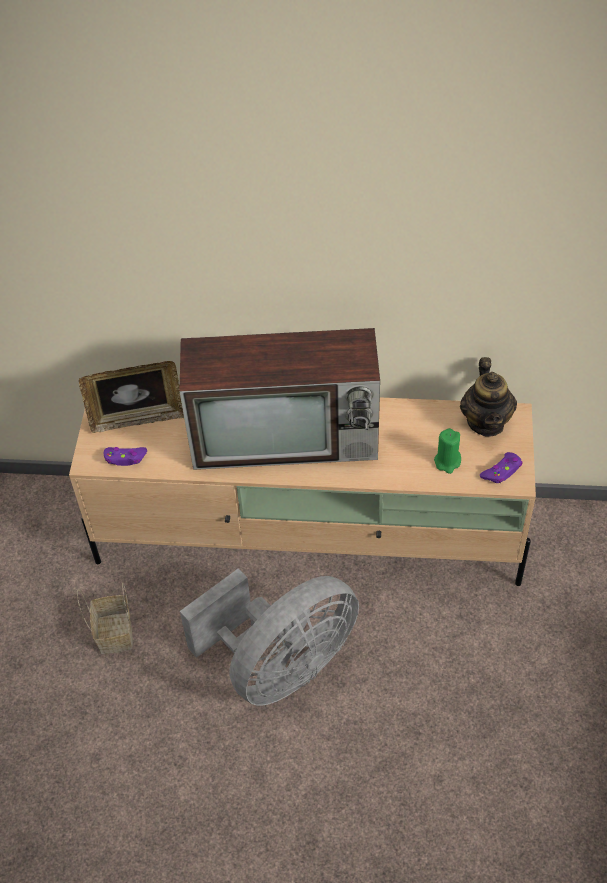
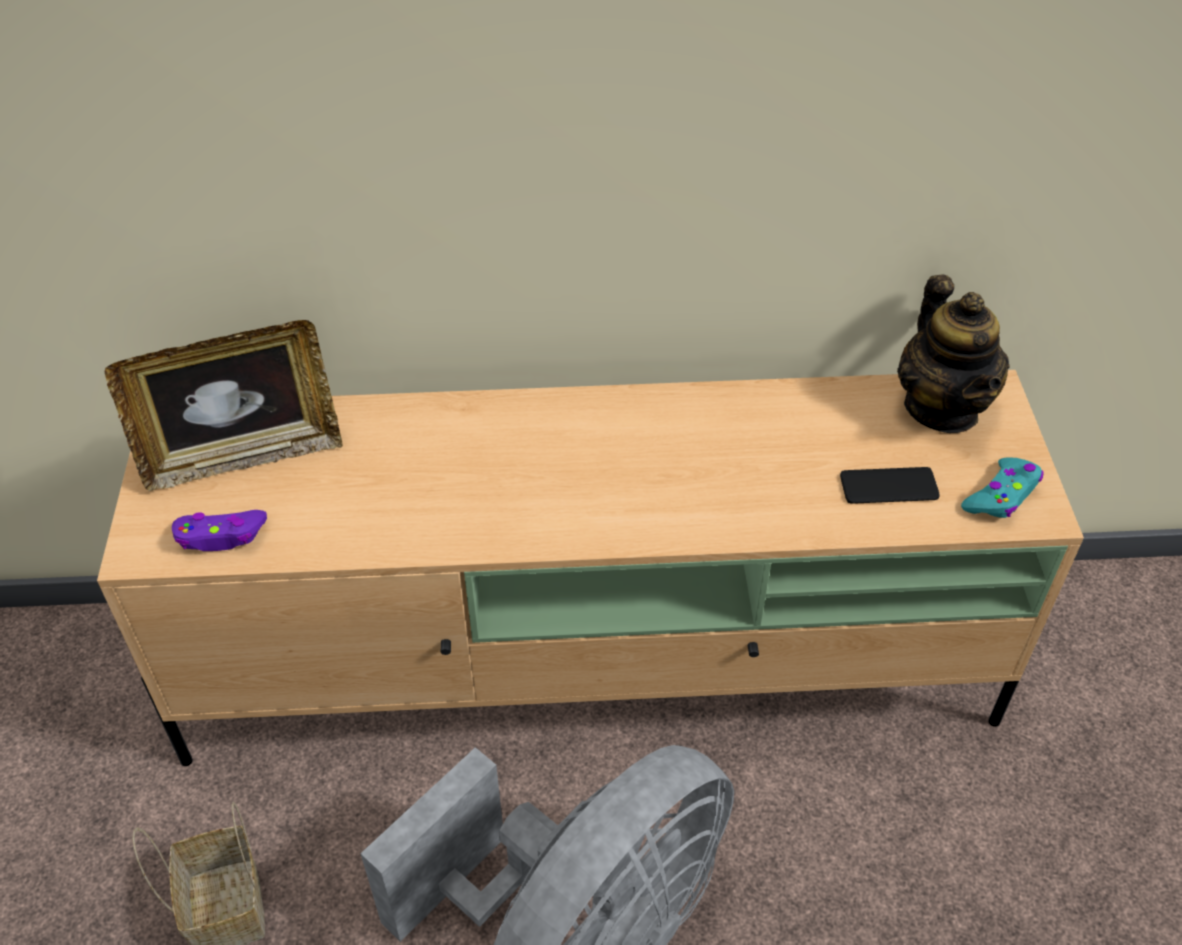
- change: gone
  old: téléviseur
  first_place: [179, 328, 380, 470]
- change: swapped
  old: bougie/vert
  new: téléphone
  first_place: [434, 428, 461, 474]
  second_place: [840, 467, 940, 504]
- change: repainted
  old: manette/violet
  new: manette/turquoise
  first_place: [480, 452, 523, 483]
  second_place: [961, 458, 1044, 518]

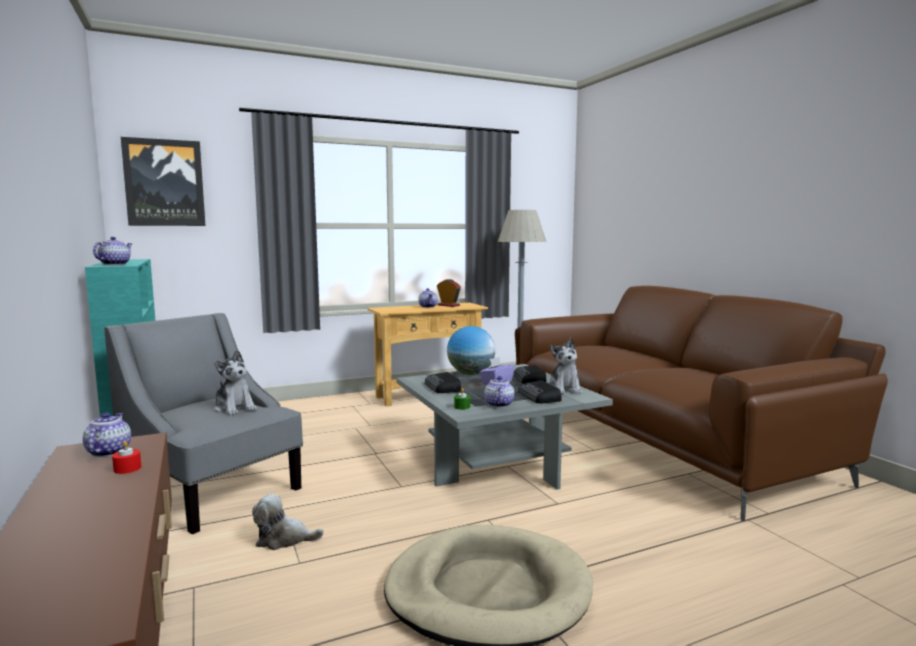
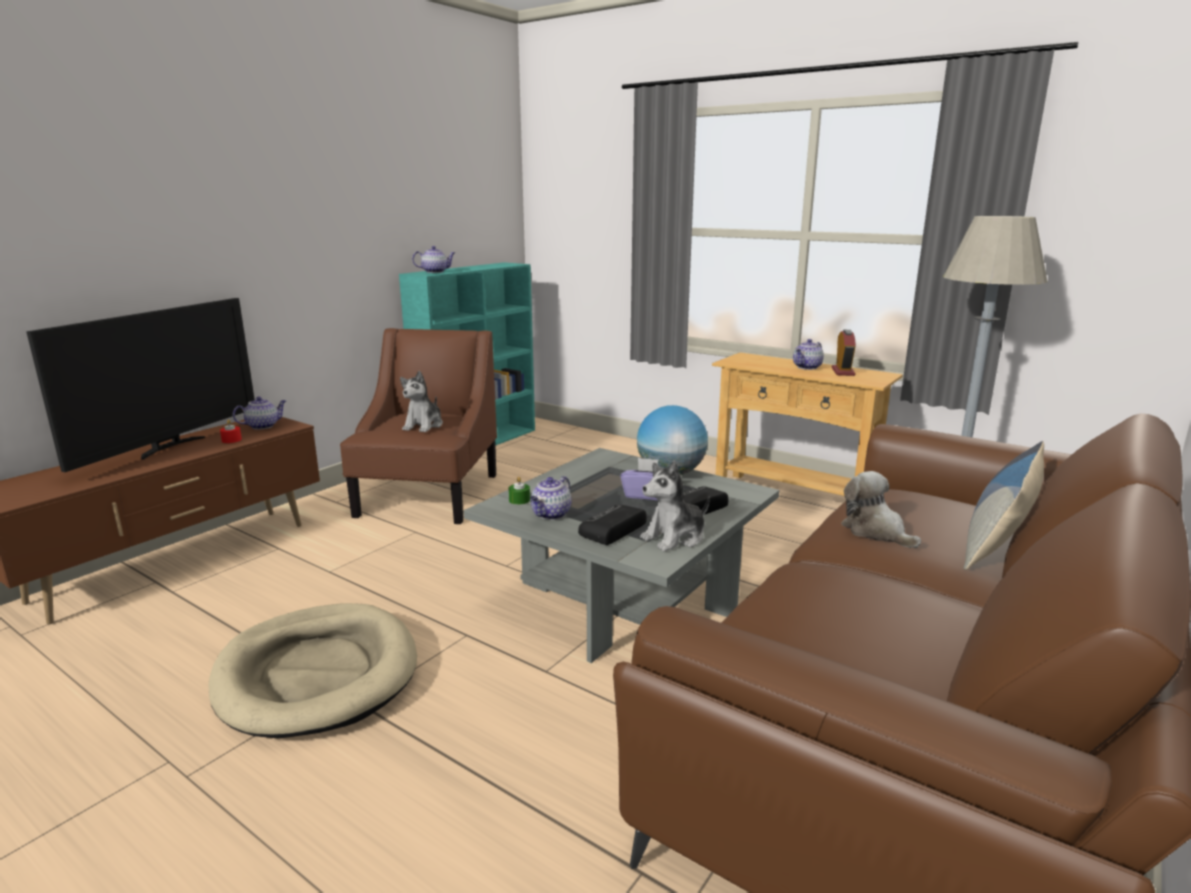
- change: gone
  old: tableau
  first_place: [121, 137, 206, 226]
- change: gone
  old: radio
  first_place: [425, 372, 461, 393]
- change: new
  new: téléviseur
  second_place: [26, 298, 255, 472]
- change: new
  new: coussin
  second_place: [964, 441, 1044, 570]
- change: shifted
  old: peluche
  first_place: [252, 494, 324, 550]
  second_place: [841, 471, 921, 548]
- change: repainted
  old: fauteuil/gris
  new: fauteuil/marron
  first_place: [104, 313, 303, 534]
  second_place: [340, 328, 497, 524]
- change: rotated
  old: théière
  first_place: [484, 376, 514, 407]
  second_place: [530, 476, 571, 520]
  degrees: 150

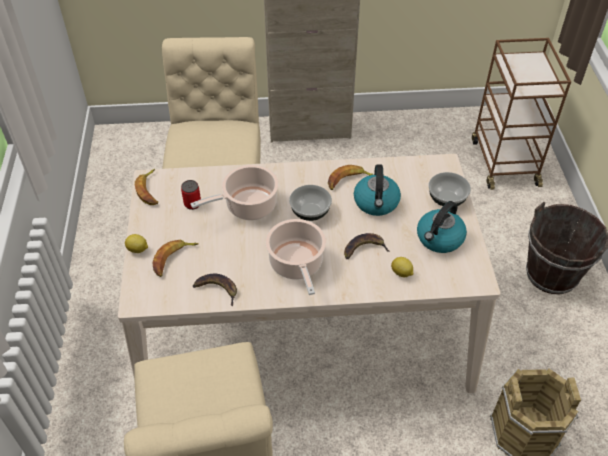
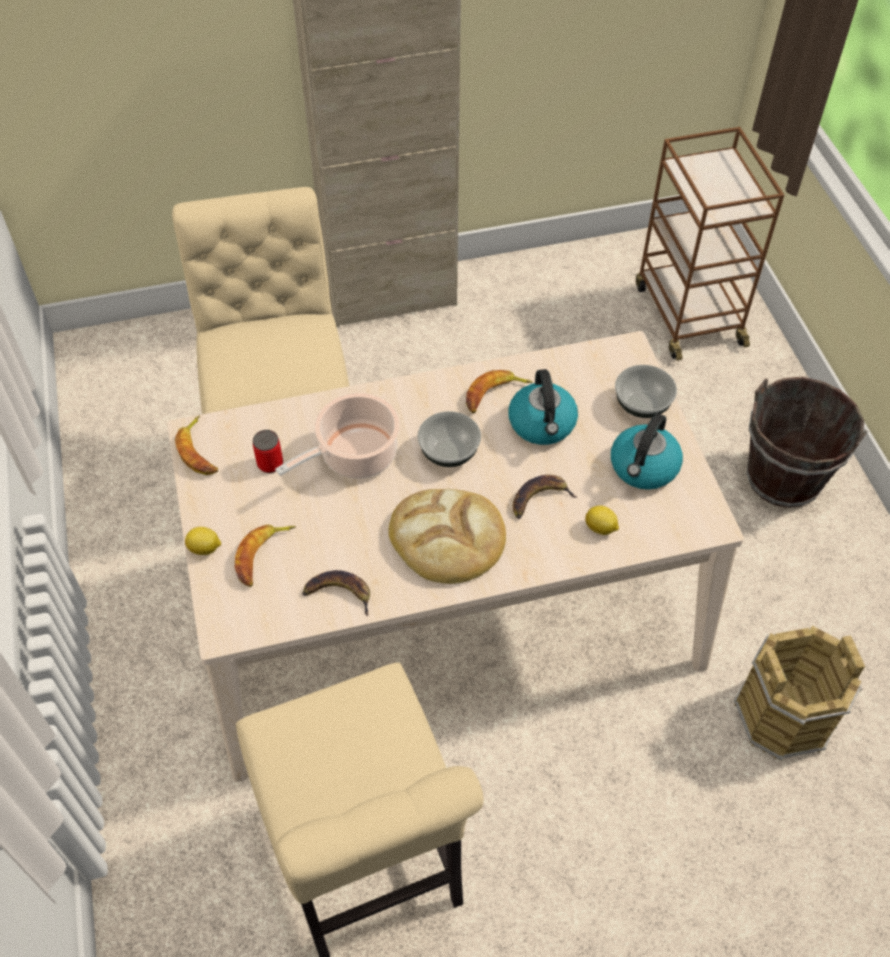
- change: swapped
  old: marmite
  new: pain
  first_place: [266, 219, 326, 295]
  second_place: [389, 489, 506, 584]

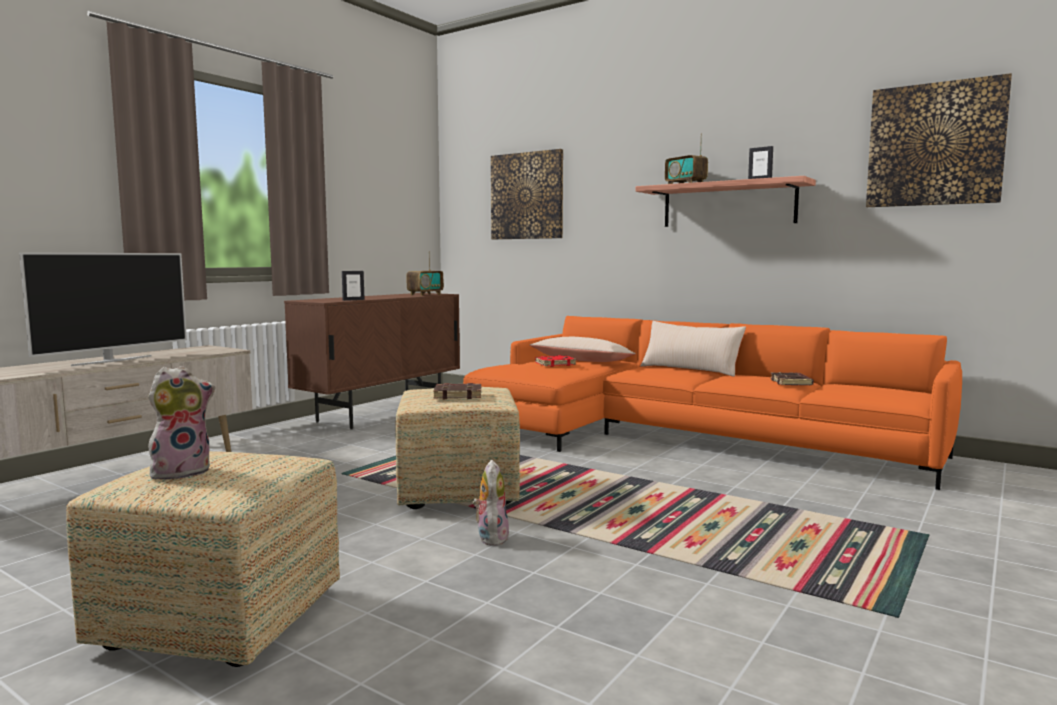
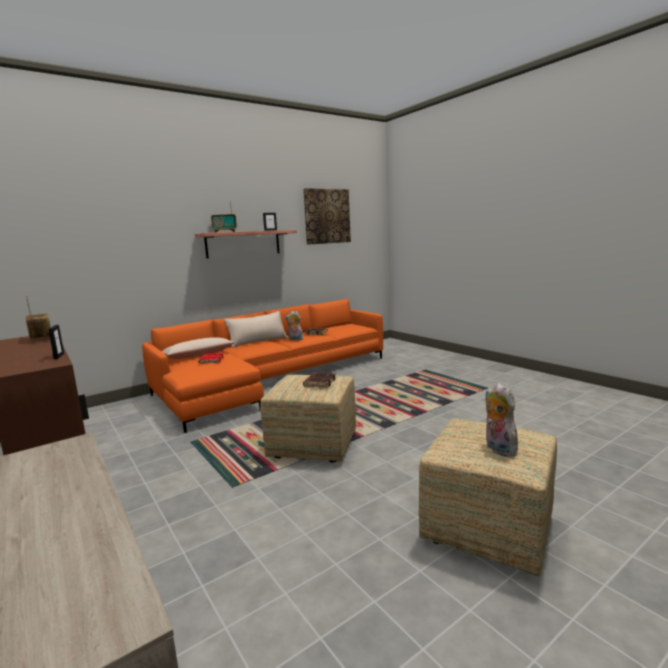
- change: gone
  old: téléviseur
  first_place: [19, 252, 187, 366]
- change: gone
  old: tableau
  first_place: [491, 149, 563, 239]
- change: shifted
  old: peluche
  first_place: [473, 460, 509, 546]
  second_place: [285, 311, 303, 341]

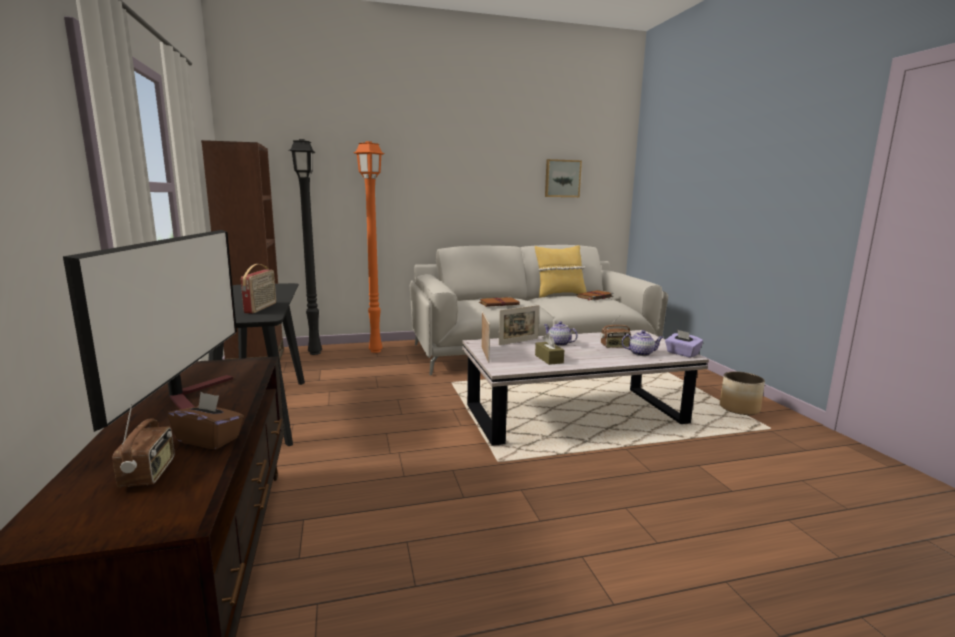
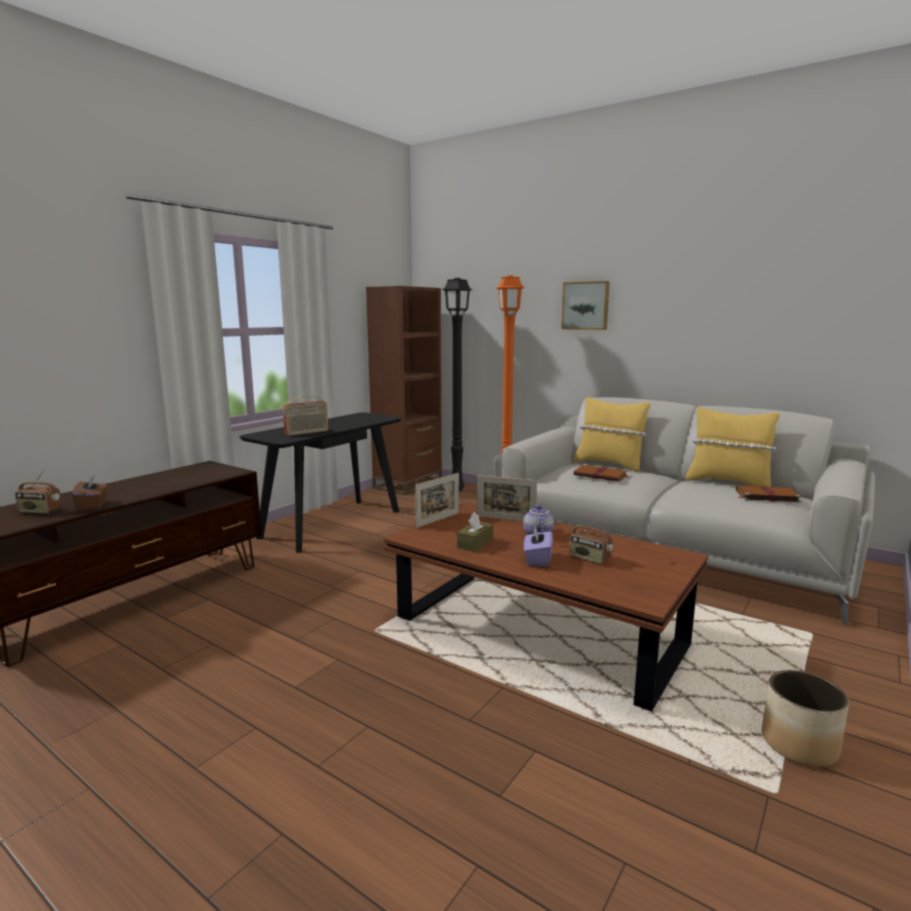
- change: gone
  old: téléviseur
  first_place: [63, 230, 237, 432]
- change: gone
  old: théière
  first_place: [621, 330, 664, 356]
- change: new
  new: coussin/jaune
  second_place: [573, 397, 651, 472]
- change: shifted
  old: tableau
  first_place: [545, 159, 582, 197]
  second_place: [561, 281, 610, 330]
- change: shifted
  old: boîte à mouchoirs/violet
  first_place: [665, 330, 703, 358]
  second_place: [524, 525, 553, 566]
- change: repainted
  old: table basse/blanc
  new: table basse/marron
  first_place: [462, 330, 709, 446]
  second_place: [384, 502, 708, 712]
- change: rotated
  old: radio
  first_place: [112, 404, 175, 487]
  second_place: [15, 469, 62, 514]
  degrees: 60

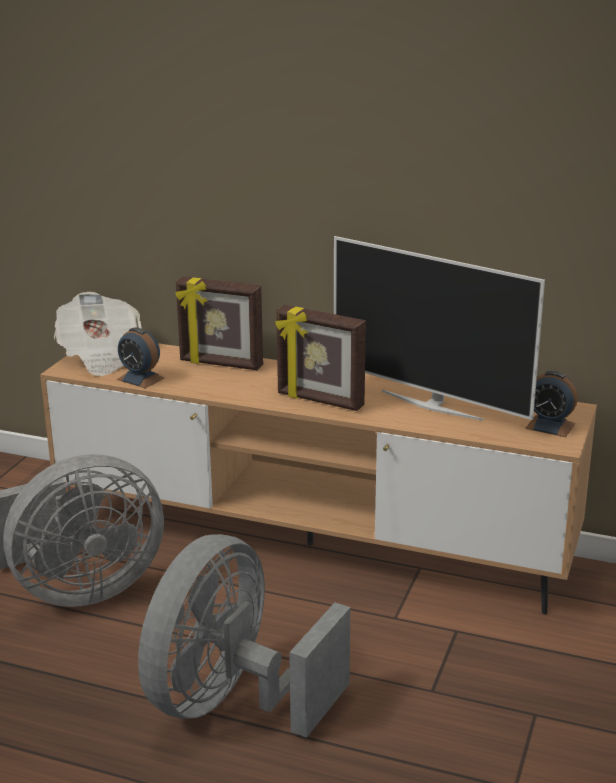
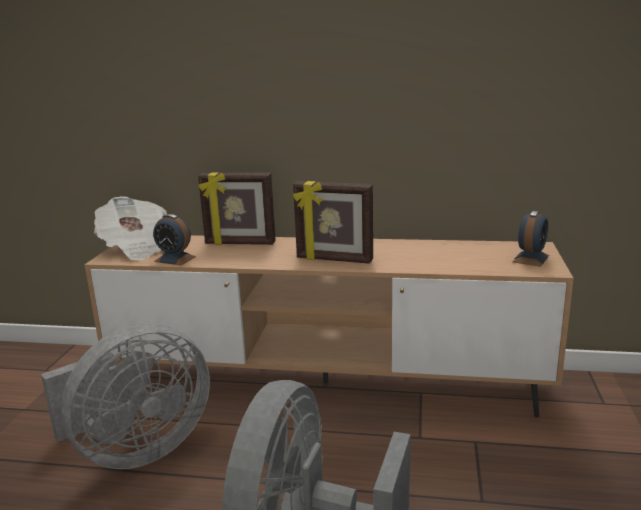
- change: gone
  old: téléviseur
  first_place: [334, 236, 545, 421]
- change: rotated
  old: réveil
  first_place: [525, 371, 578, 437]
  second_place: [513, 211, 549, 267]
  degrees: -75

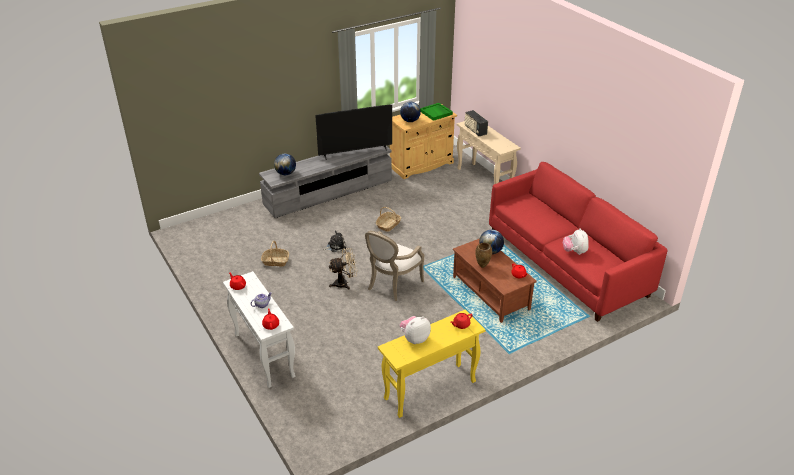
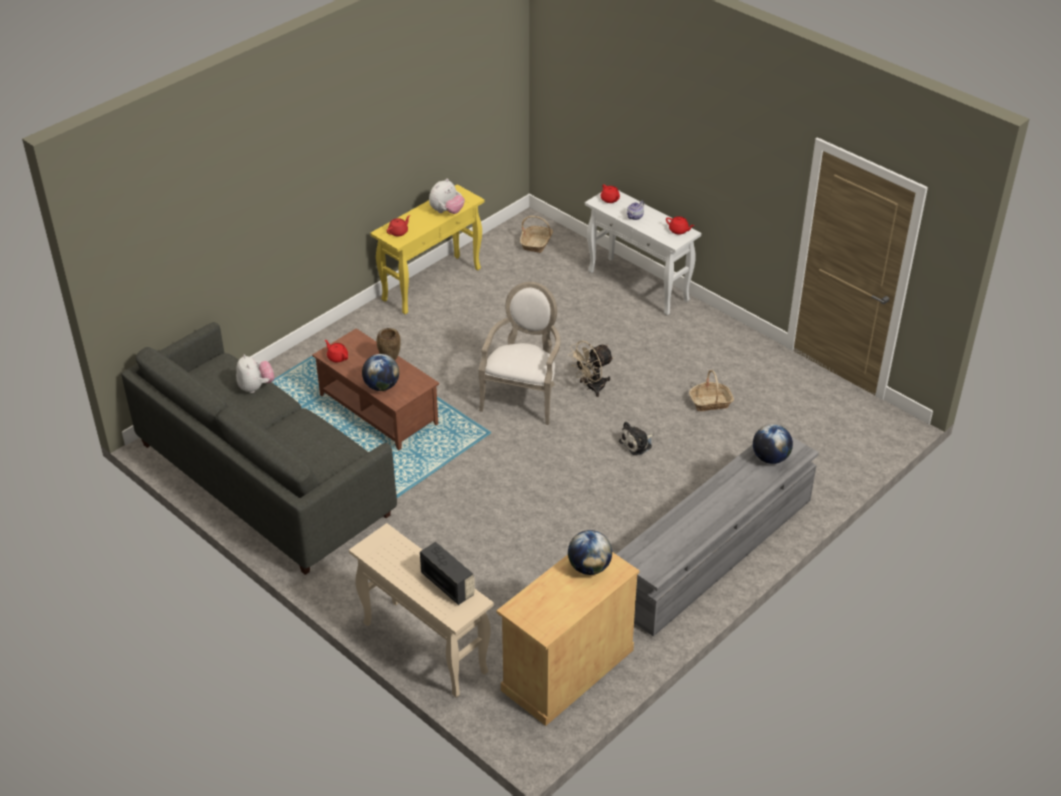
- change: gone
  old: téléviseur
  first_place: [315, 104, 392, 160]
- change: gone
  old: plateau/vert
  first_place: [420, 103, 453, 121]
- change: shifted
  old: panier
  first_place: [376, 207, 401, 232]
  second_place: [520, 216, 553, 253]
- change: repainted
  old: canapé/rouge
  new: canapé/gris
  first_place: [489, 162, 667, 322]
  second_place: [121, 322, 397, 575]

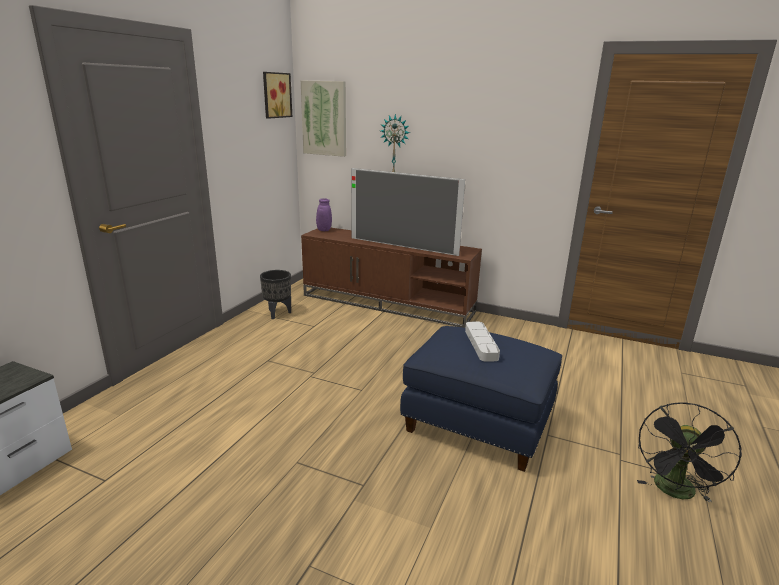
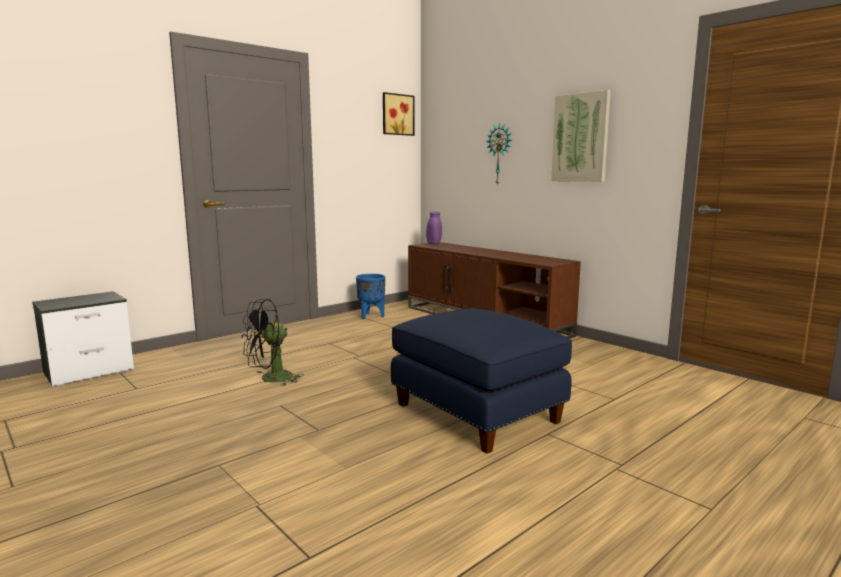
- change: gone
  old: téléviseur
  first_place: [351, 168, 465, 256]
- change: gone
  old: plateau/gris
  first_place: [465, 322, 500, 362]
- change: shifted
  old: tableau
  first_place: [301, 81, 346, 157]
  second_place: [551, 90, 611, 182]
- change: shifted
  old: ventilateur/noir
  first_place: [637, 402, 742, 503]
  second_place: [241, 299, 304, 386]
- change: repainted
  old: cache-pot/noir
  new: cache-pot/bleu
  first_place: [260, 270, 291, 319]
  second_place: [356, 274, 385, 319]

